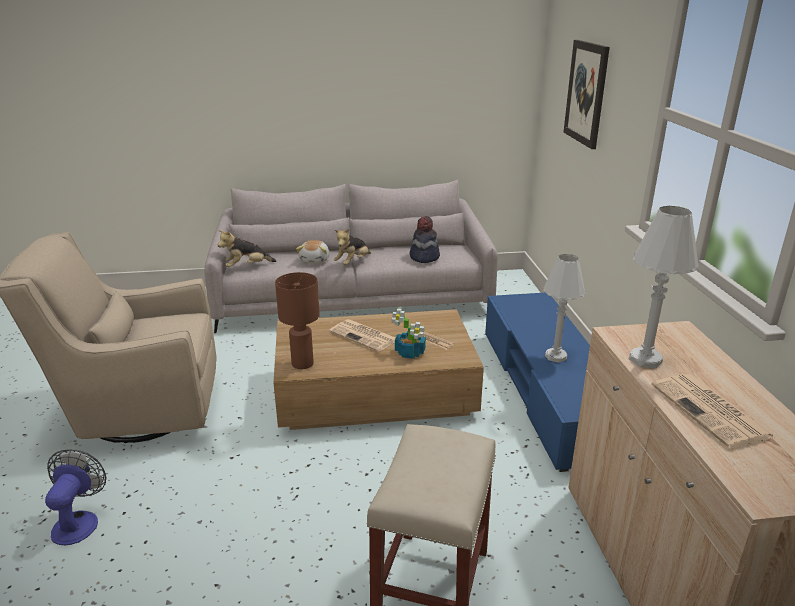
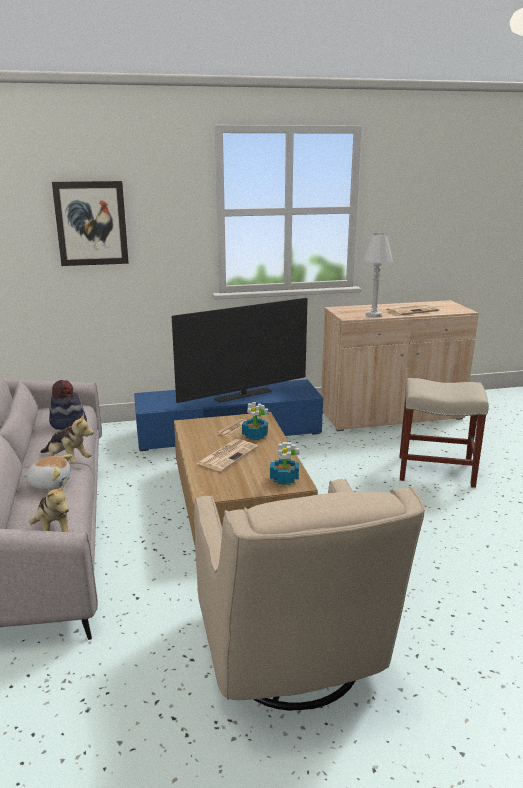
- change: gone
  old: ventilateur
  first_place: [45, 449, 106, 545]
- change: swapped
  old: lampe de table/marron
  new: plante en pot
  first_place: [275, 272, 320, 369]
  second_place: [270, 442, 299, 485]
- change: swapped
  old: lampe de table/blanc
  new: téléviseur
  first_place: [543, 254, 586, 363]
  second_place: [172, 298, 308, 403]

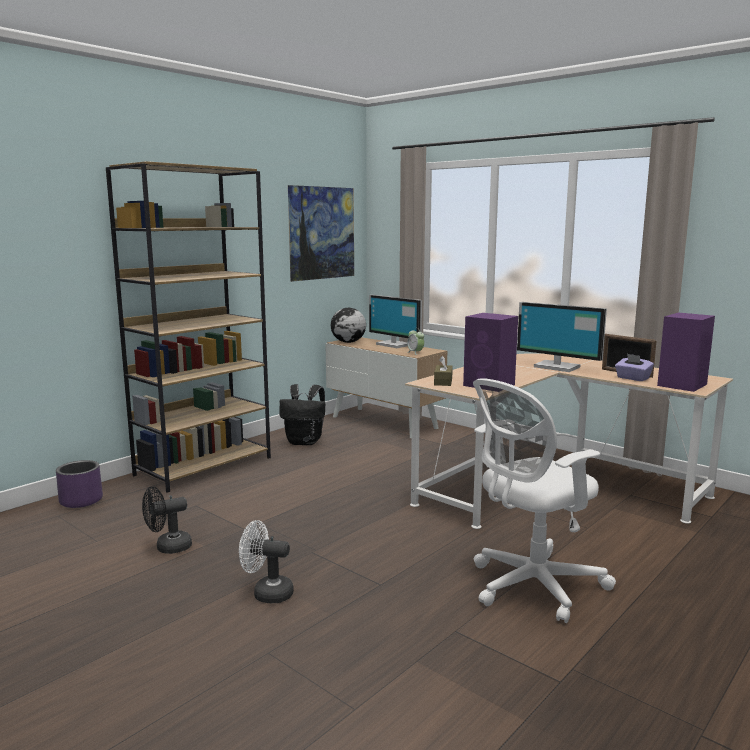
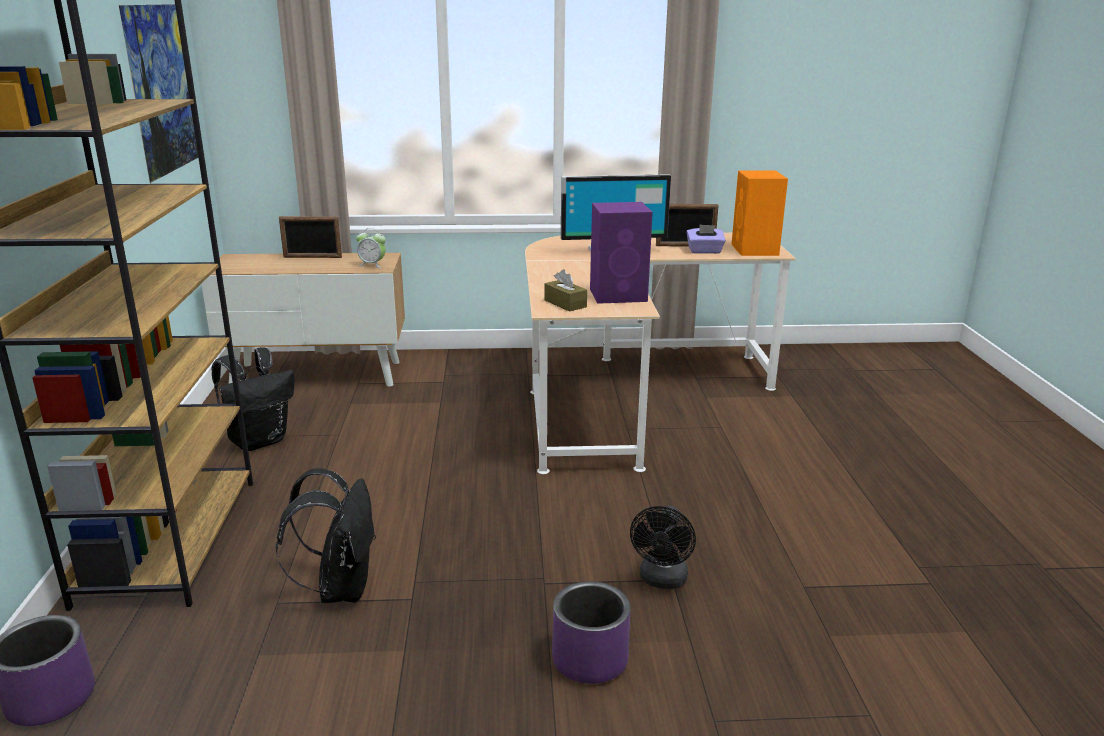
- change: gone
  old: globe
  first_place: [331, 308, 366, 343]
- change: gone
  old: chaise de bureau/blanc
  first_place: [473, 378, 616, 623]
- change: new
  new: sac à dos/noir
  second_place: [275, 468, 376, 603]
- change: shifted
  old: ventilateur/noir
  first_place: [142, 486, 192, 554]
  second_place: [630, 506, 696, 589]
- change: swapped
  old: ventilateur/blanc
  new: cache-pot/violet
  first_place: [239, 520, 294, 603]
  second_place: [552, 581, 630, 684]
- change: swapped
  old: écran d'ordinateur
  new: cadre photo
  first_place: [369, 295, 422, 348]
  second_place: [279, 216, 342, 258]
- change: repainted
  old: enceinte/violet
  new: enceinte/orange
  first_place: [657, 312, 715, 392]
  second_place: [731, 171, 788, 256]

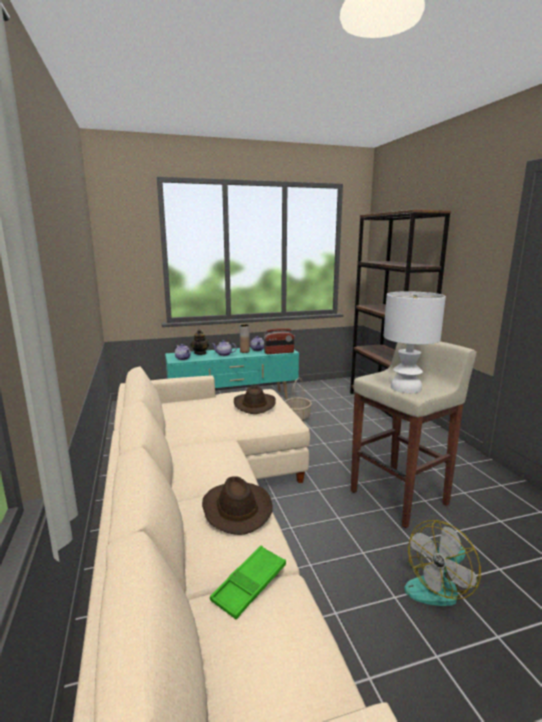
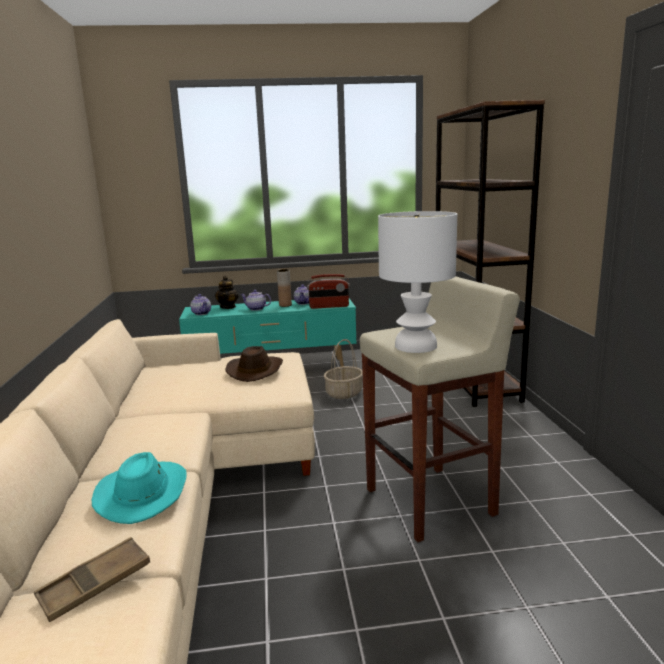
- change: gone
  old: ventilateur
  first_place: [404, 520, 481, 606]
- change: repainted
  old: chapeau/marron
  new: chapeau/turquoise
  first_place: [202, 476, 273, 535]
  second_place: [92, 452, 186, 524]
- change: repainted
  old: plateau/vert
  new: plateau/marron
  first_place: [210, 546, 286, 620]
  second_place: [34, 537, 150, 622]

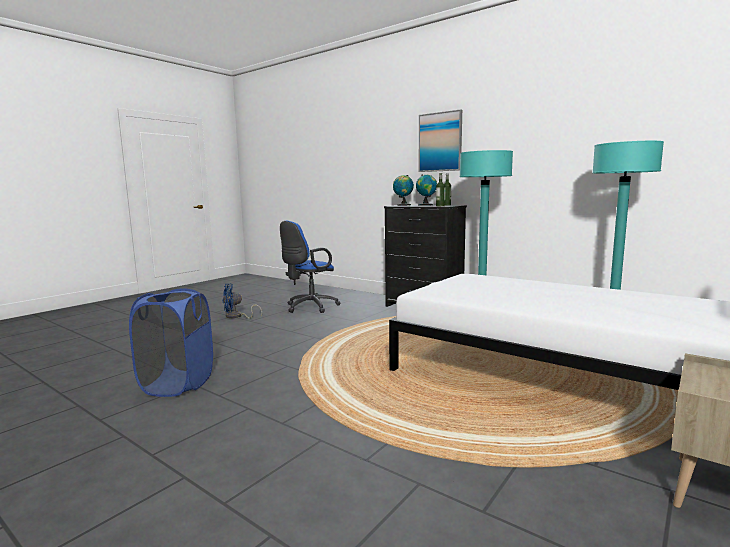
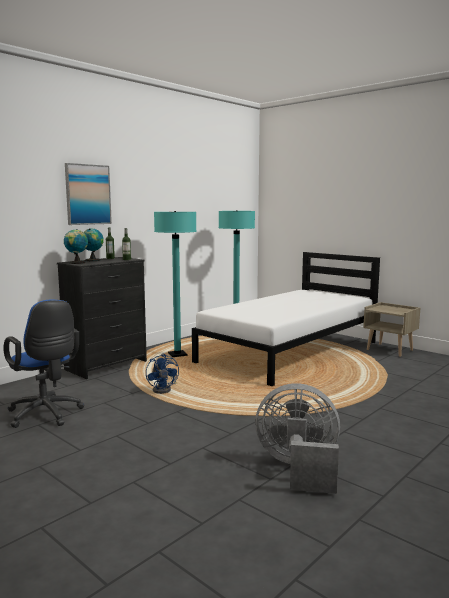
- change: shifted
  old: ventilateur/bleu
  first_place: [222, 284, 262, 319]
  second_place: [146, 354, 179, 394]
- change: swapped
  old: panier à linge/bleu
  new: ventilateur/gris
  first_place: [129, 288, 213, 397]
  second_place: [255, 383, 340, 494]

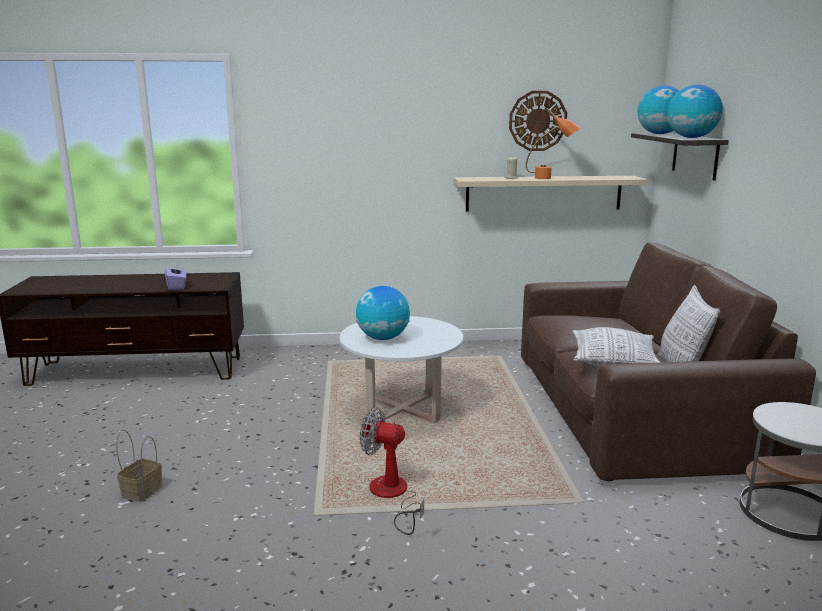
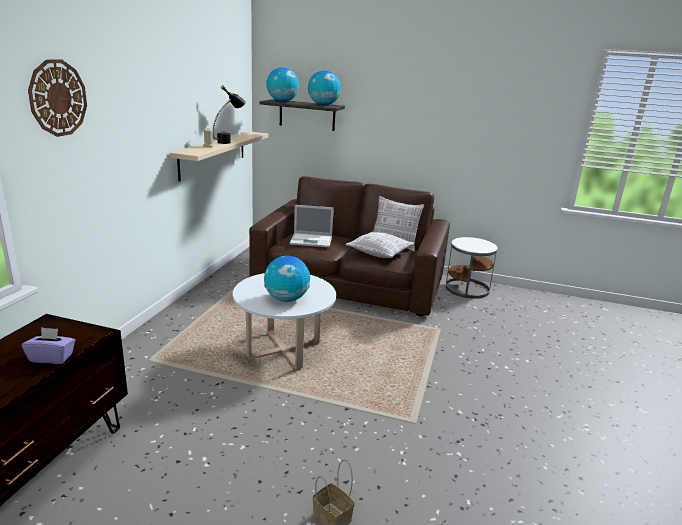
- change: gone
  old: ventilateur
  first_place: [360, 407, 424, 535]
- change: new
  new: ordinateur portable
  second_place: [290, 205, 334, 247]
- change: shifted
  old: horloge murale
  first_place: [509, 91, 567, 151]
  second_place: [28, 60, 87, 137]
- change: repainted
  old: lampe de table/orange
  new: lampe de table/noir
  first_place: [526, 108, 581, 179]
  second_place: [212, 85, 246, 144]

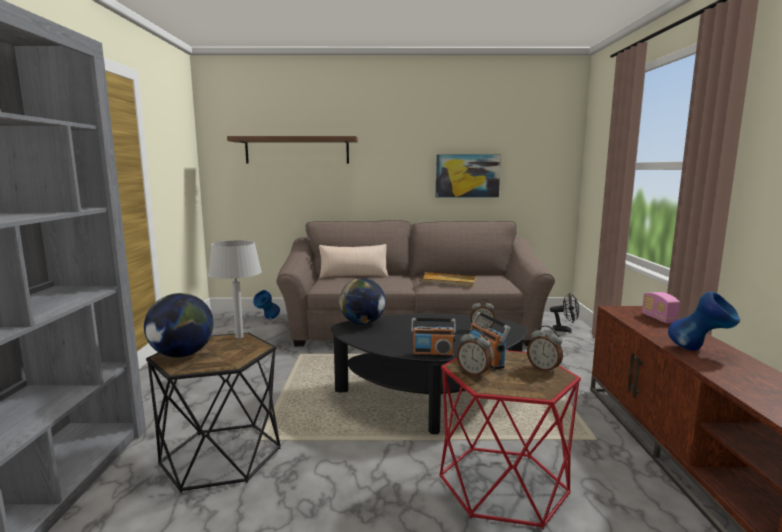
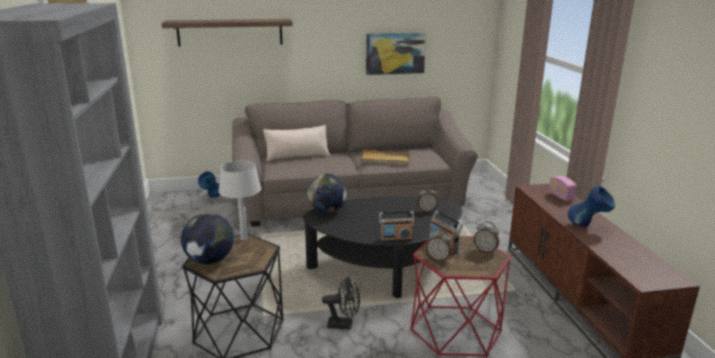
- change: shifted
  old: ventilateur/noir
  first_place: [550, 293, 579, 332]
  second_place: [322, 277, 360, 330]

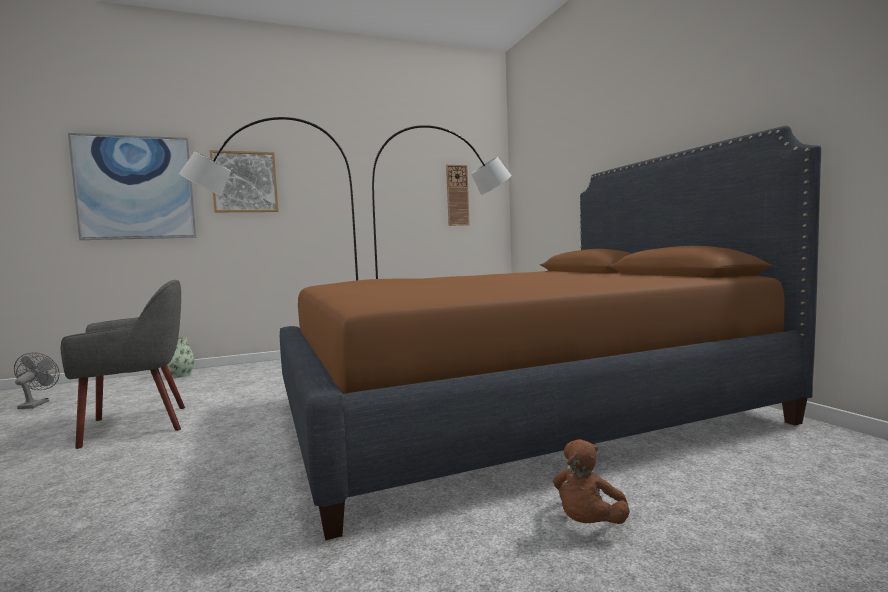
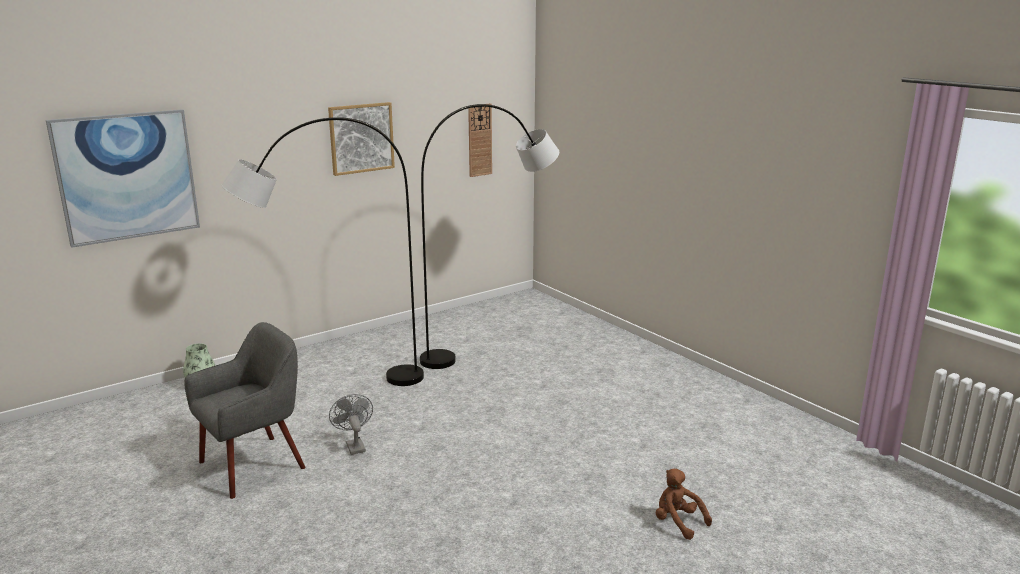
- change: gone
  old: lit/marron
  first_place: [280, 126, 821, 540]
- change: shifted
  old: ventilateur/gris
  first_place: [14, 352, 60, 409]
  second_place: [329, 394, 373, 455]
- change: shifted
  old: tableau
  first_place: [209, 150, 278, 212]
  second_place: [328, 102, 395, 176]
- change: rotated
  old: peluche/marron
  first_place: [553, 439, 630, 524]
  second_place: [656, 469, 712, 540]
  degrees: 120

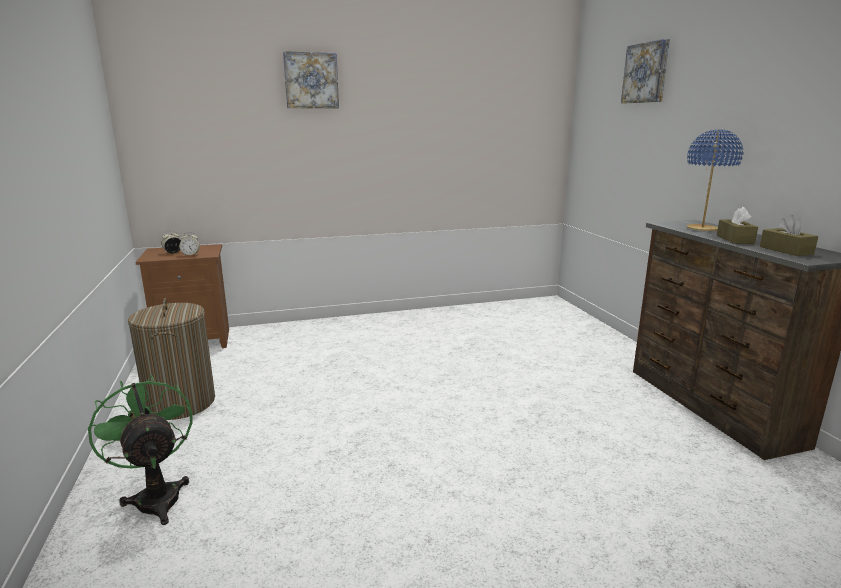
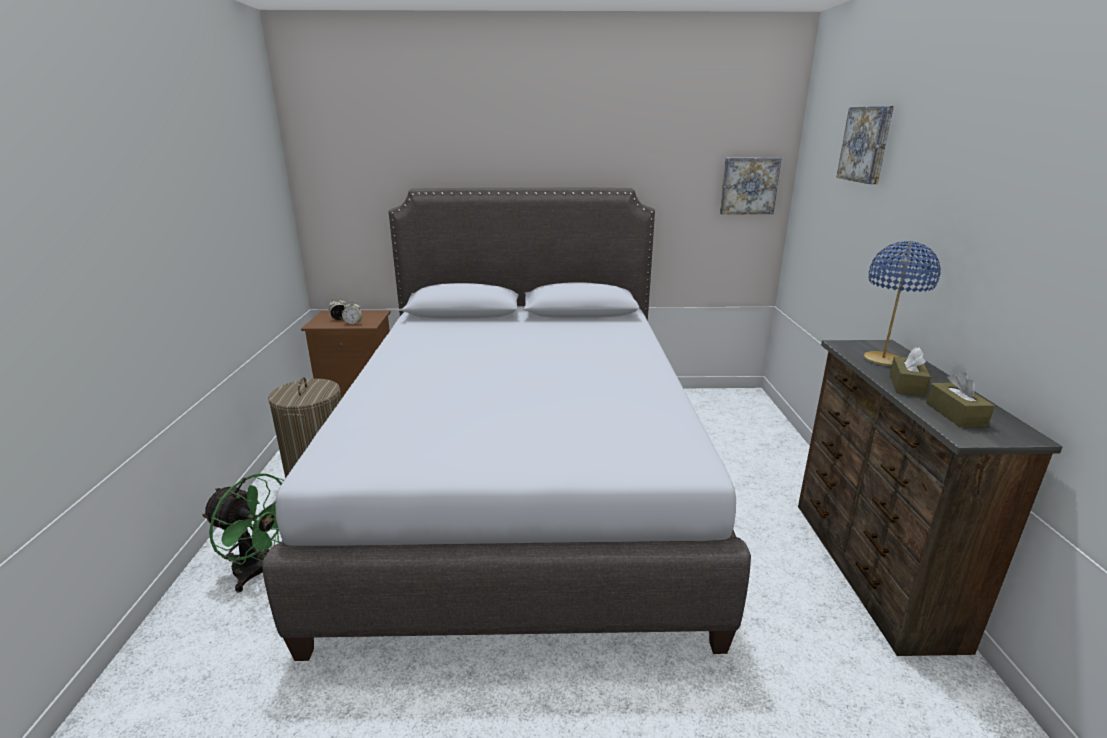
- change: new
  new: lit/gris
  second_place: [262, 188, 751, 661]
- change: shifted
  old: tableau
  first_place: [283, 51, 339, 108]
  second_place: [720, 158, 781, 214]
- change: rotated
  old: ventilateur/vert
  first_place: [88, 375, 192, 525]
  second_place: [202, 473, 284, 593]
  degrees: 135

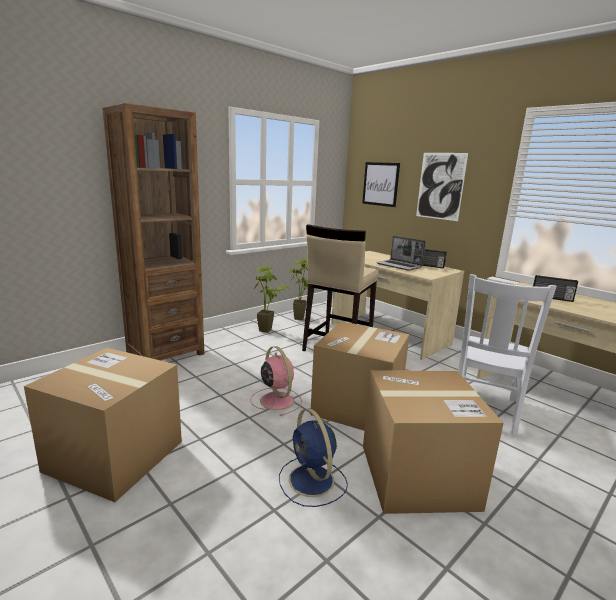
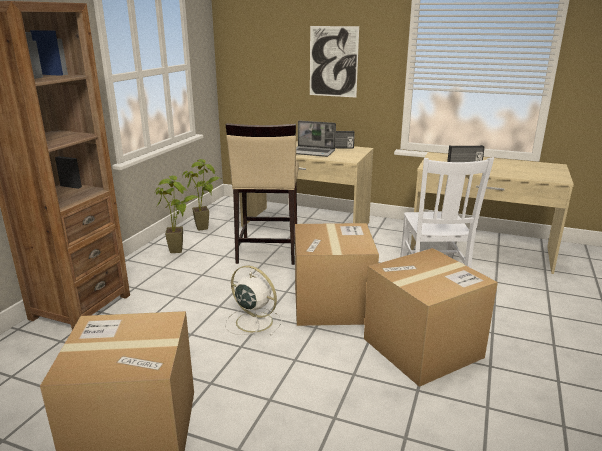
- change: gone
  old: ventilateur/bleu
  first_place: [279, 408, 348, 507]
- change: gone
  old: tableau
  first_place: [362, 162, 400, 207]
- change: repainted
  old: ventilateur/rose
  new: ventilateur/blanc
  first_place: [250, 346, 302, 416]
  second_place: [225, 265, 282, 336]

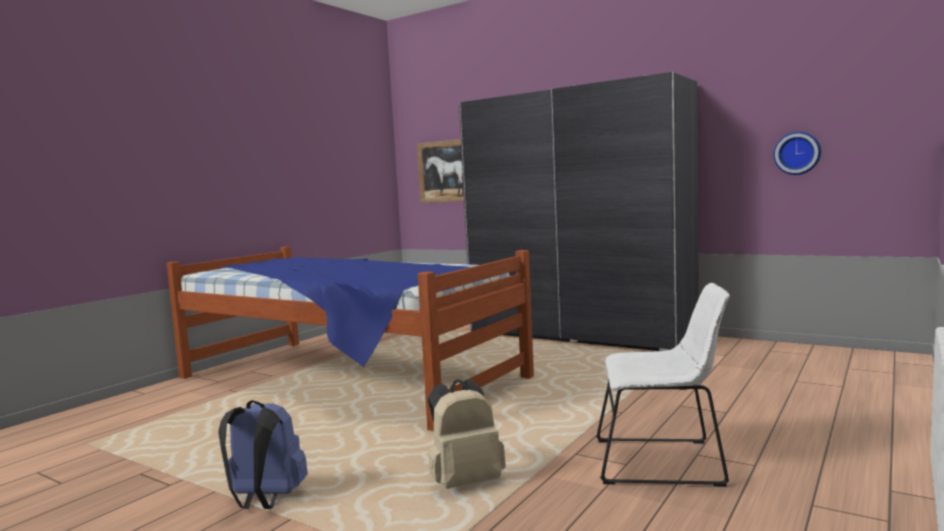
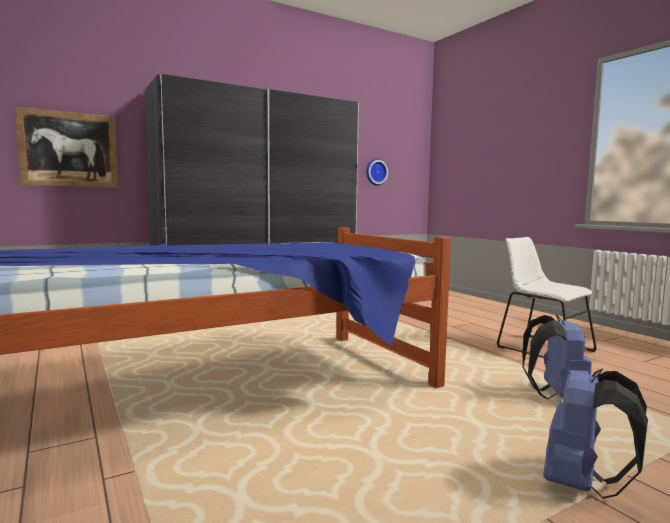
- change: repainted
  old: sac à dos/beige
  new: sac à dos/bleu
  first_place: [428, 379, 506, 489]
  second_place: [522, 314, 592, 399]
- change: rotated
  old: chaise/blanc
  first_place: [596, 283, 730, 487]
  second_place: [497, 237, 597, 358]
  degrees: -75

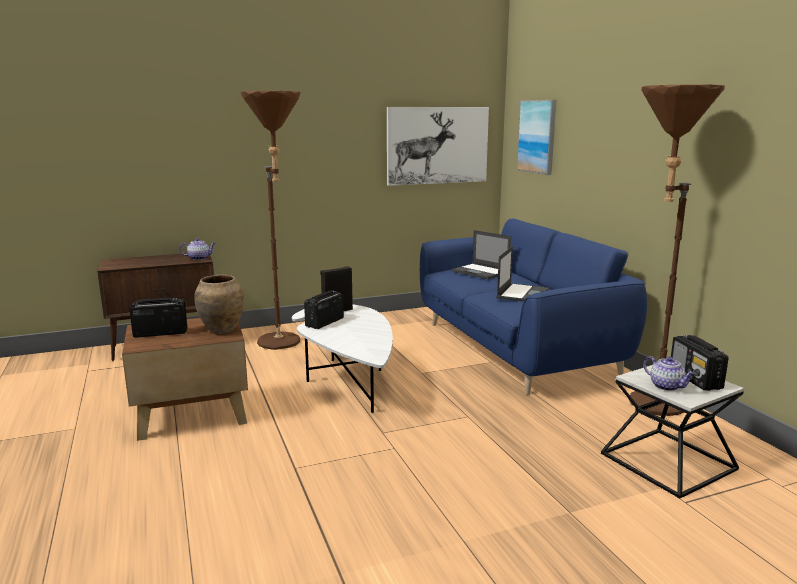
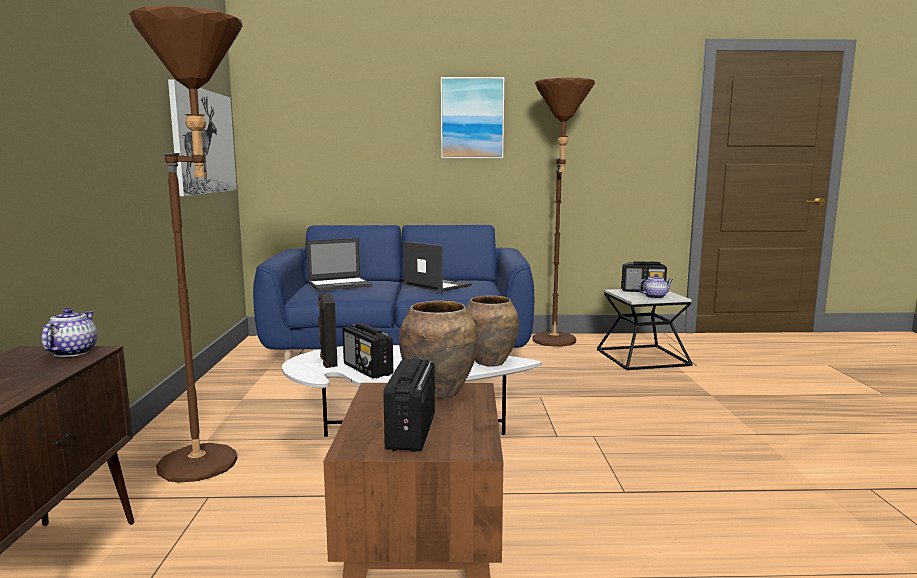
- change: new
  new: vase/marron
  second_place: [467, 295, 519, 367]
- change: shifted
  old: tableau
  first_place: [517, 100, 556, 175]
  second_place: [441, 77, 504, 158]

